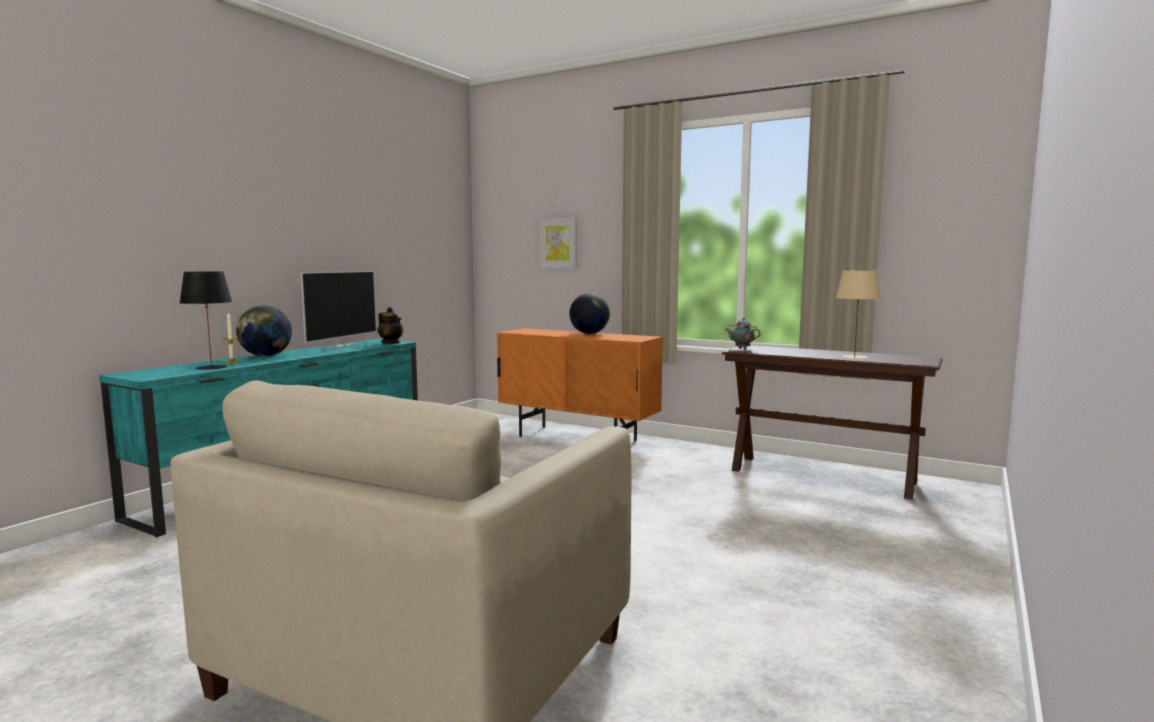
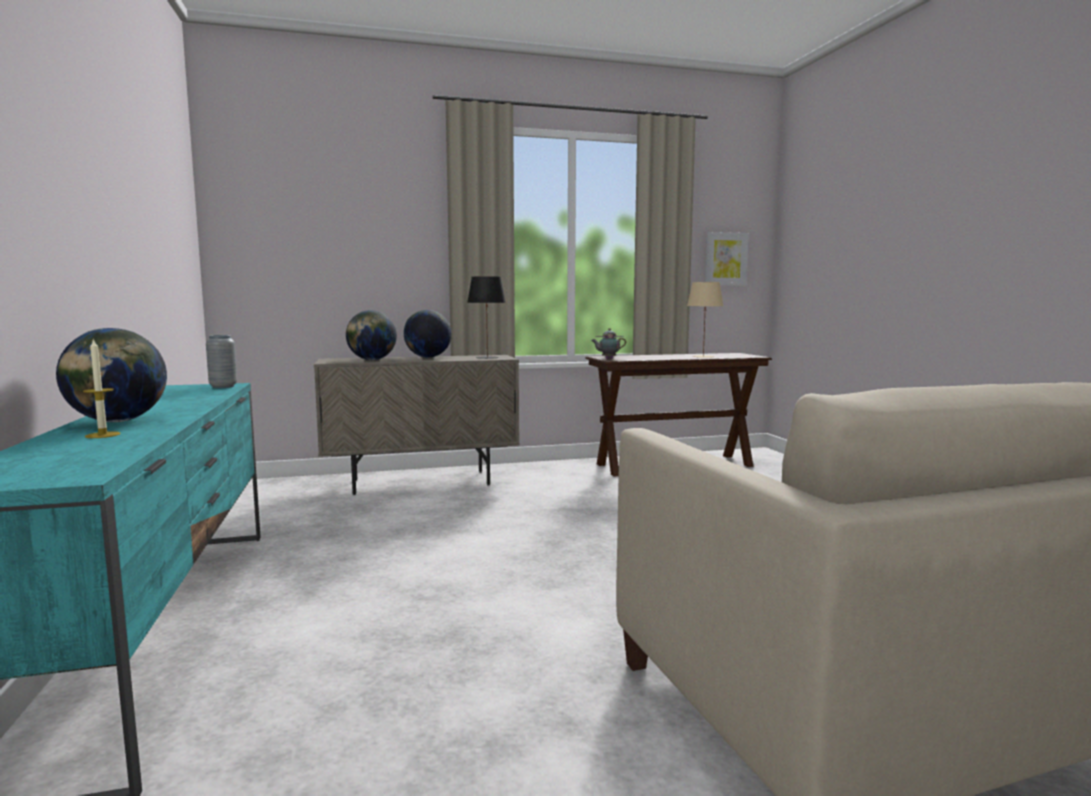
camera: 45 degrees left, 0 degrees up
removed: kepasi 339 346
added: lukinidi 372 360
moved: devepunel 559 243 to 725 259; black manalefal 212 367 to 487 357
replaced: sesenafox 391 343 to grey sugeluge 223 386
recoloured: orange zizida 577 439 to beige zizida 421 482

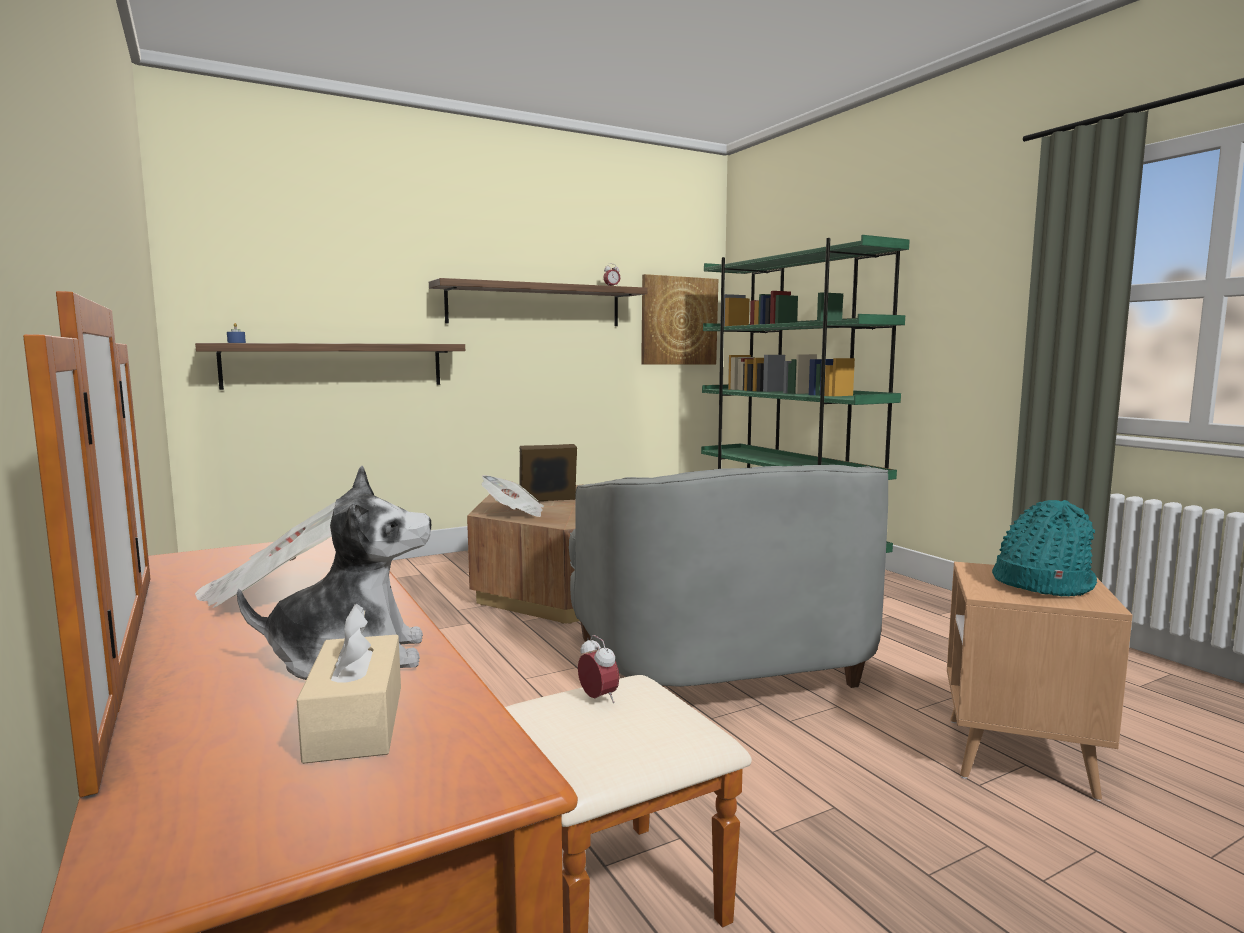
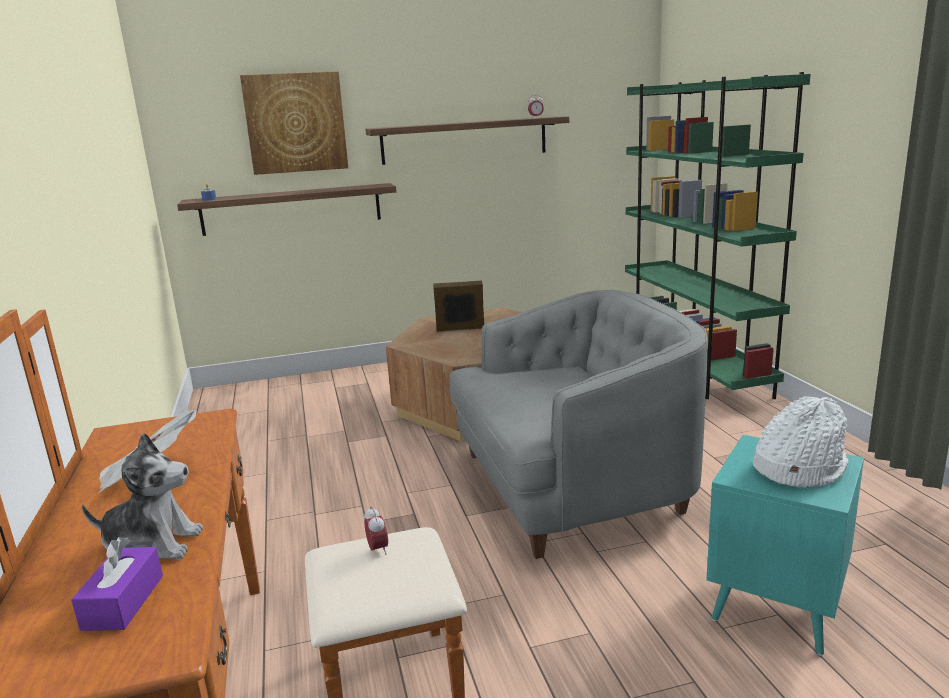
camera: 15 degrees right, 10 degrees up
removed: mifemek 514 513
moved: devepunel 678 321 to 295 123
recoloured: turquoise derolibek 1041 583 to white derolibek 798 468; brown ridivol 1018 757 to turquoise ridivol 776 606; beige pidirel 356 722 to purple pidirel 123 602
turned: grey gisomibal 719 659 = 570 485 105 degrees counterclockwise

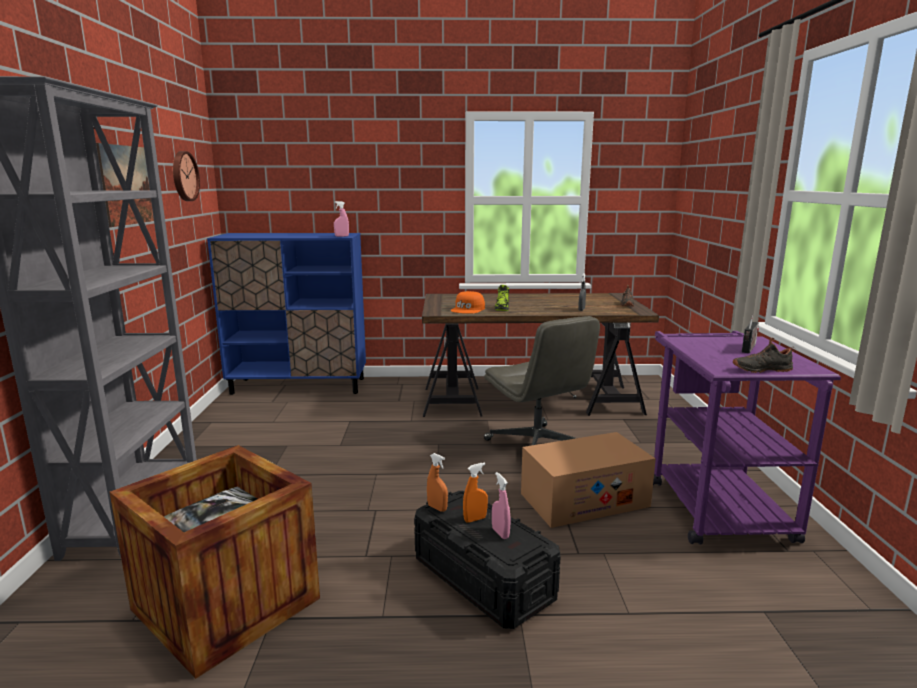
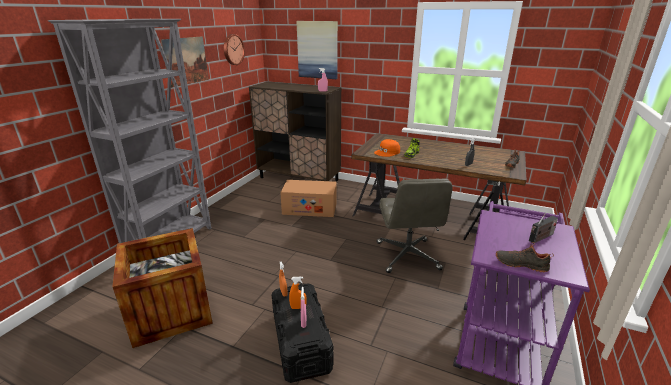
camera: 25 degrees right, 10 degrees up
added: devepunel 318 50
moved: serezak 584 500 to 310 208
recoloured: blue zizida 299 386 to brown zizida 299 179

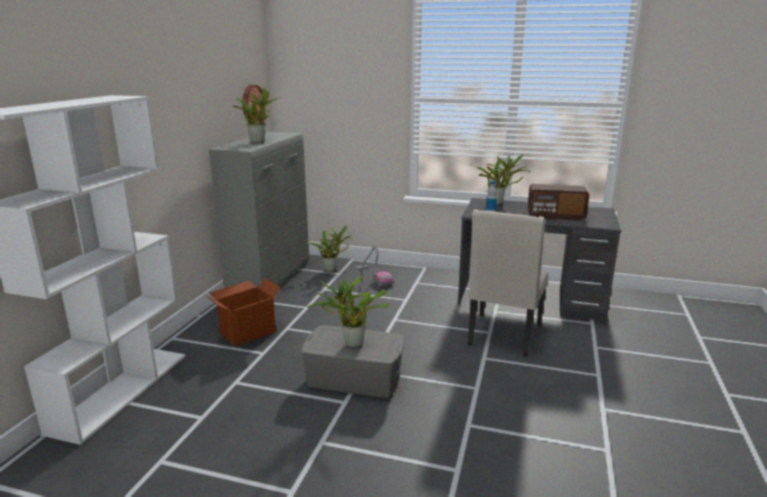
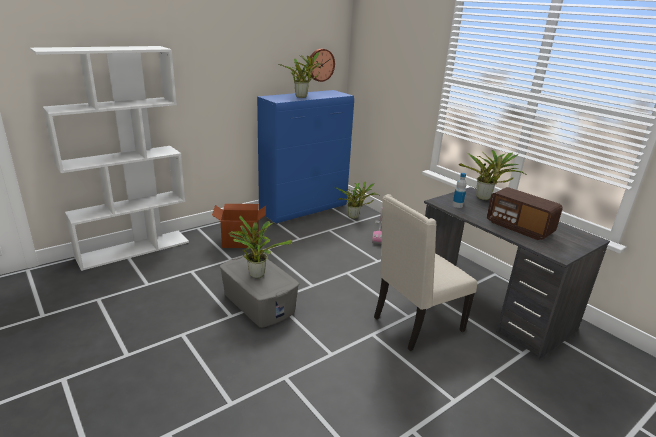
camera: 35 degrees right, 5 degrees up
recoloured: grey zizida 270 279 to blue zizida 304 209

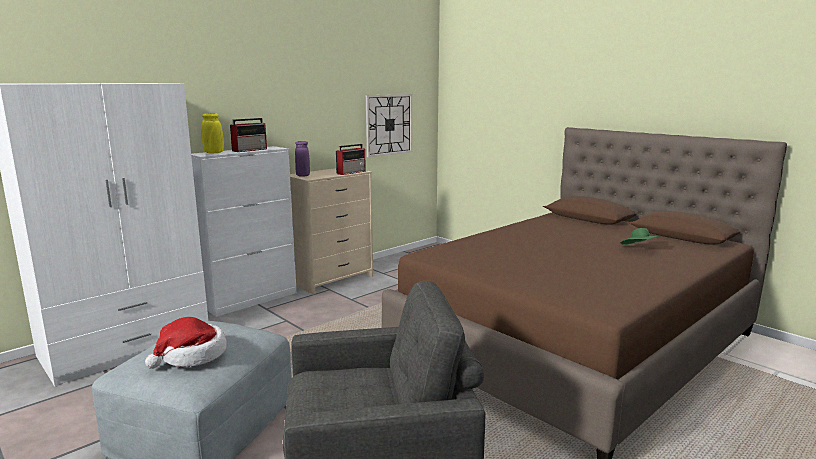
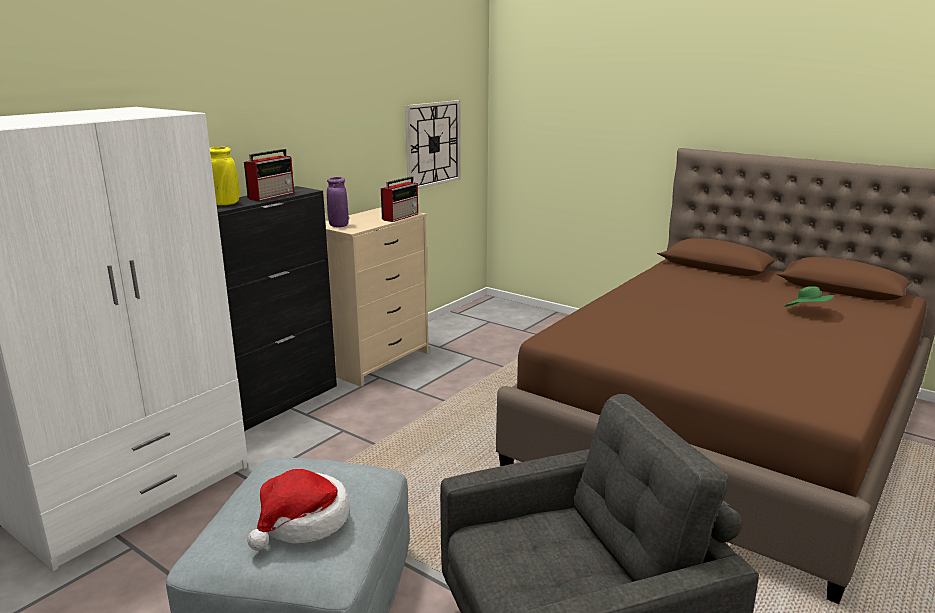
camera: 10 degrees left, 5 degrees up
recoloured: white zizida 252 300 to black zizida 280 402

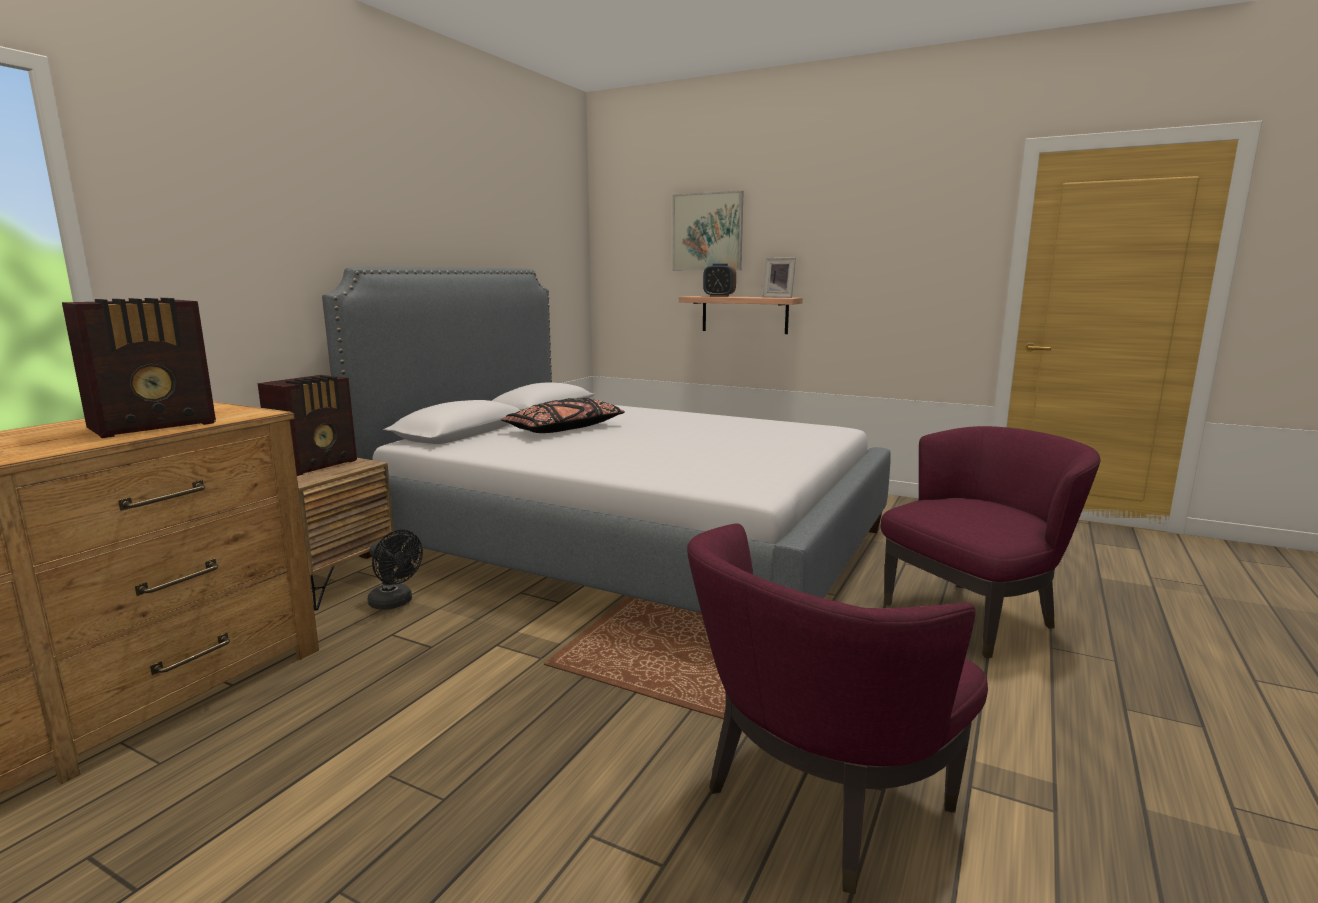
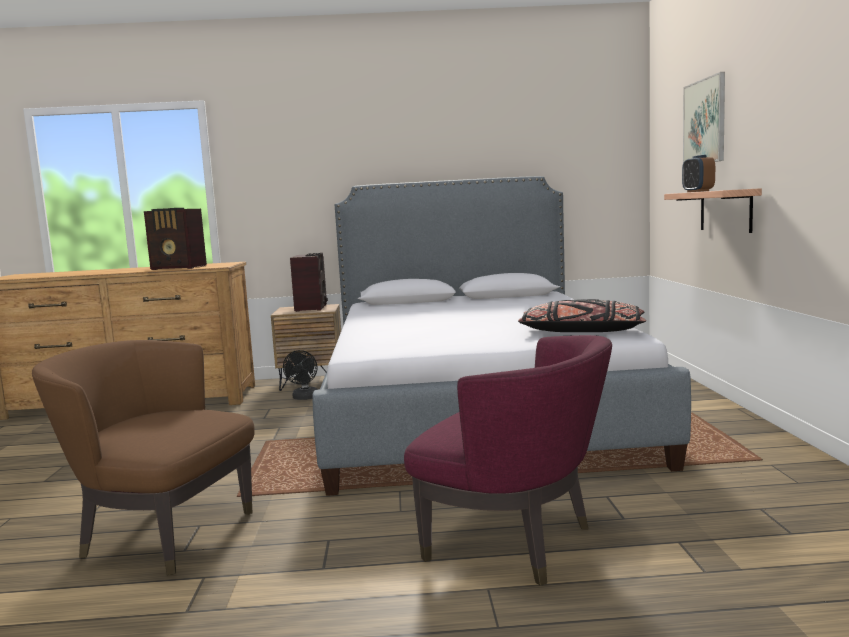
camera: 60 degrees right, 5 degrees down
removed: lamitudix 779 297
moved: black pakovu 564 429 to 581 331
recoloured: purple gisomibal 819 801 to brown gisomibal 162 535
turned: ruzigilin 316 465 = 312 307 90 degrees counterclockwise

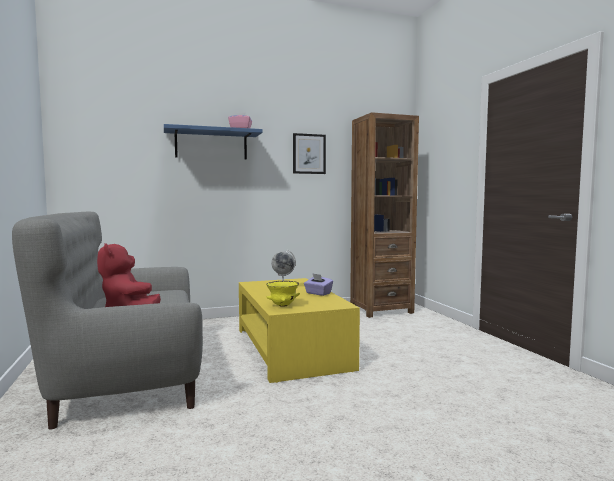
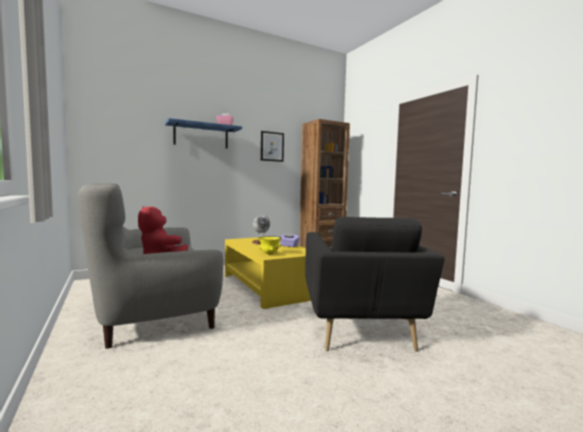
camera: 10 degrees left, 0 degrees up
added: black gisomibal 358 328

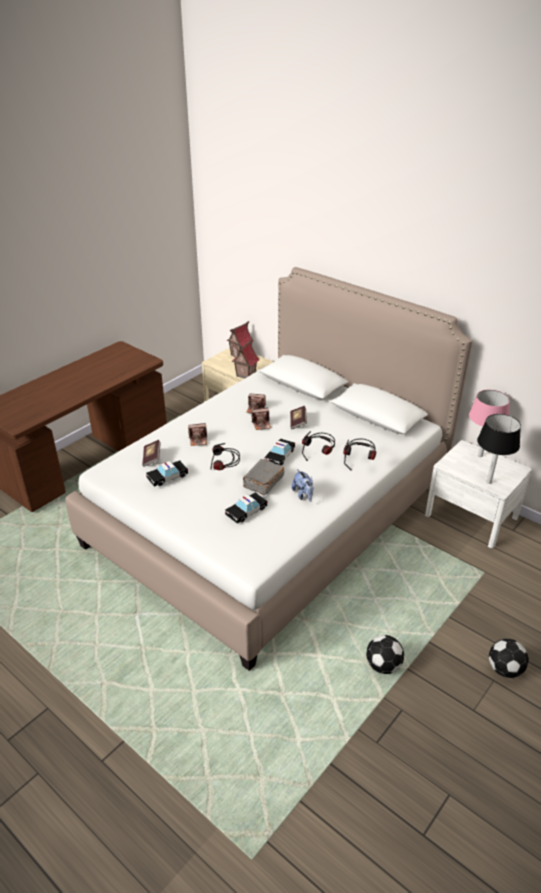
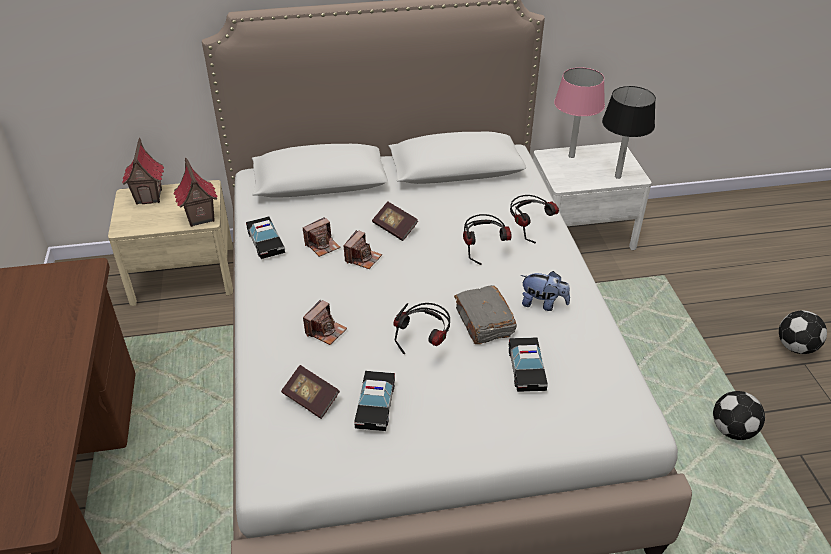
camera: 50 degrees left, 5 degrees up
moved: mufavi 279 456 to 266 243

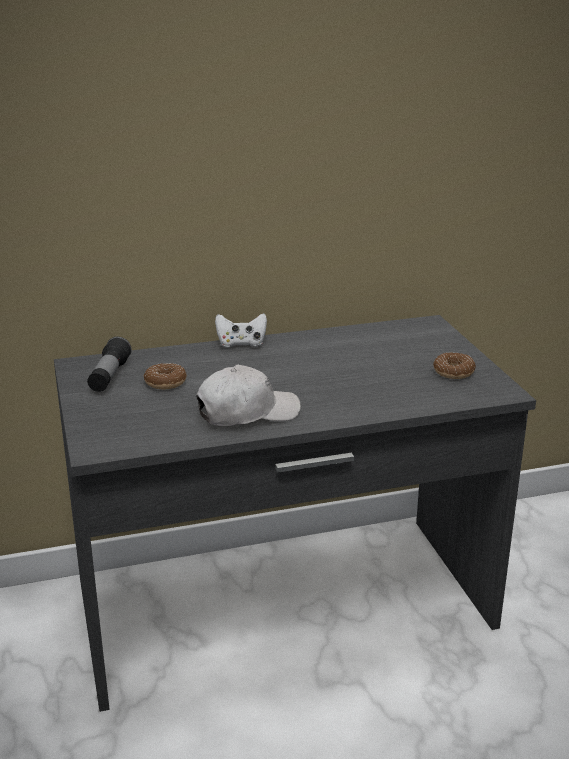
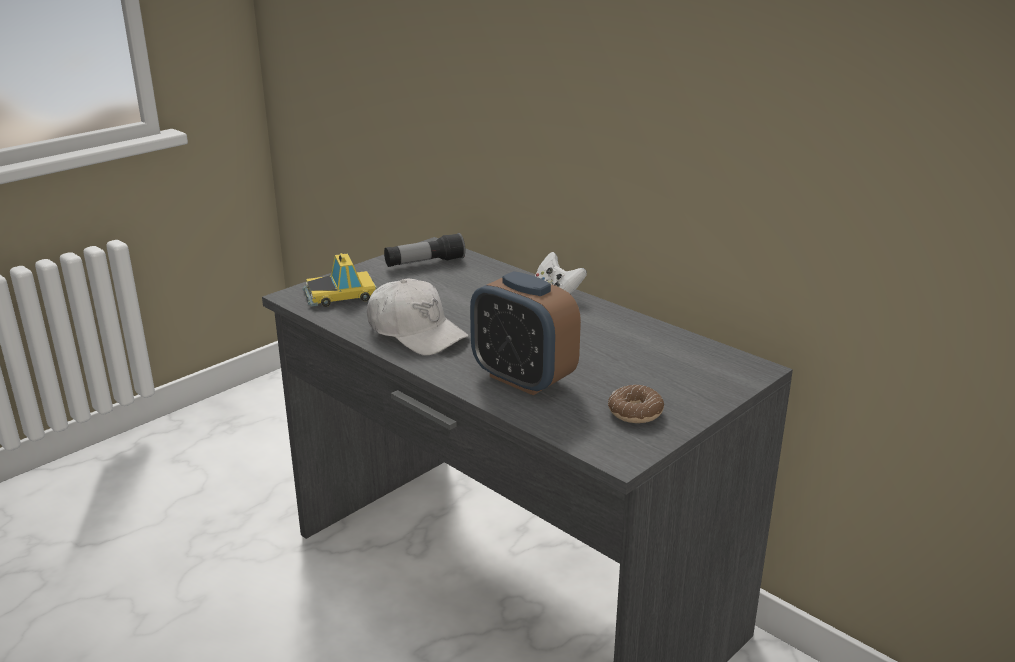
camera: 60 degrees right, 0 degrees up
removed: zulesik 165 382
added: mufavi 341 294; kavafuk 523 379

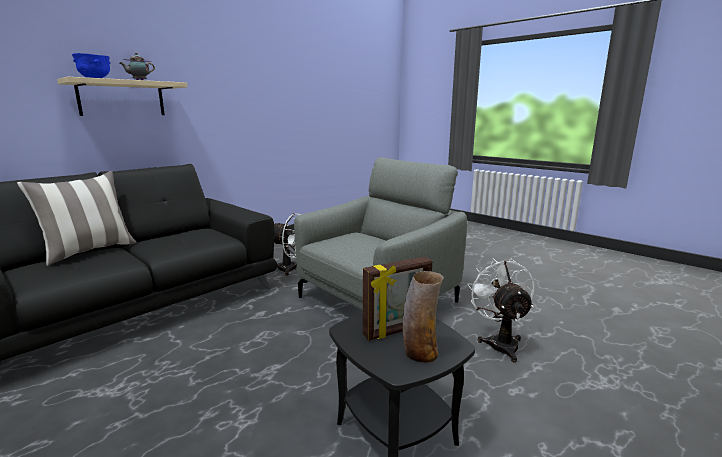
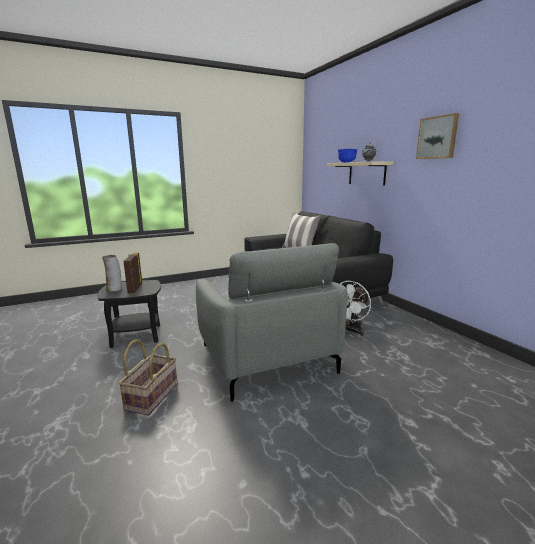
camera: 110 degrees right, 0 degrees up
added: devepunel 437 137
replaced: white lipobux 500 342 to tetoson 151 396

